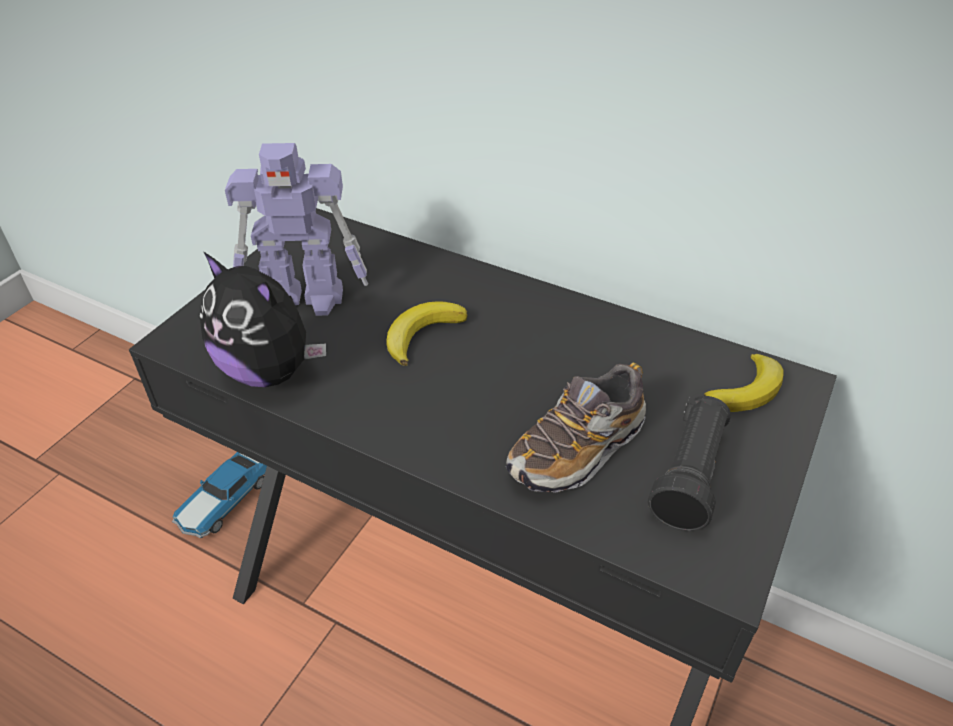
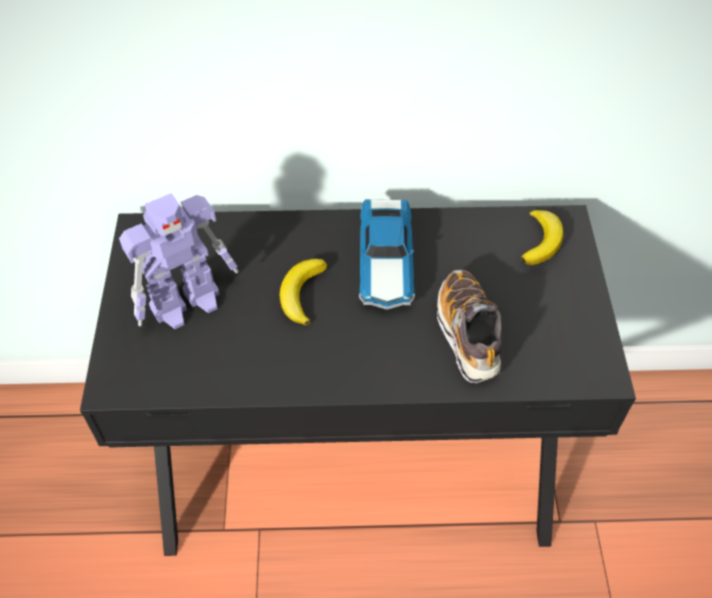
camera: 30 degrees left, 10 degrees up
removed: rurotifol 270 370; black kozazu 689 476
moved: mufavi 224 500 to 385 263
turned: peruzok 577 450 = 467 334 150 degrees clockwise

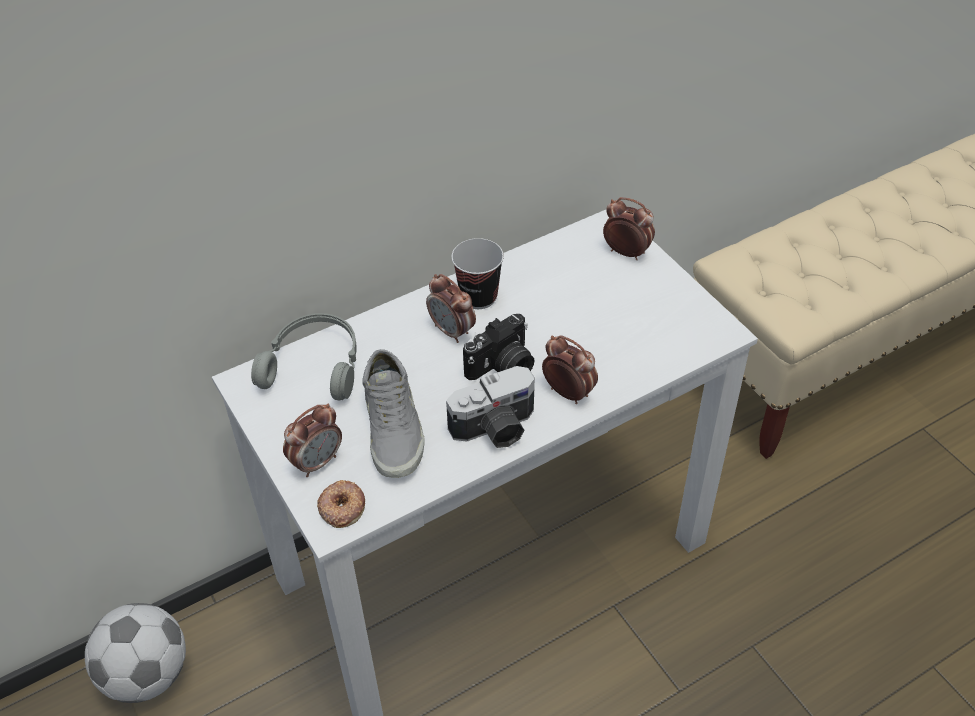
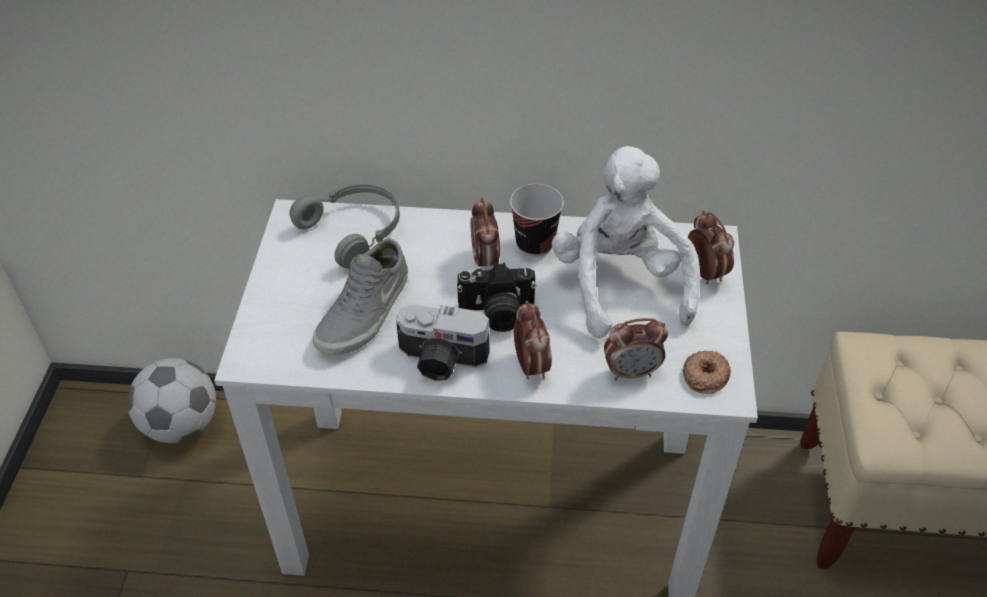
camera: 35 degrees right, 0 degrees up
added: white rurotifol 620 284
moved: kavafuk 317 462 to 631 372; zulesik 341 507 to 705 375

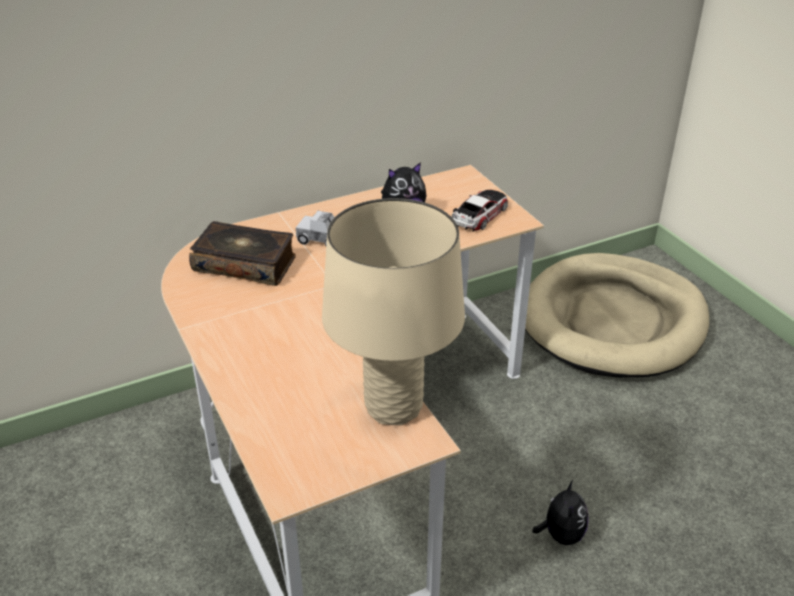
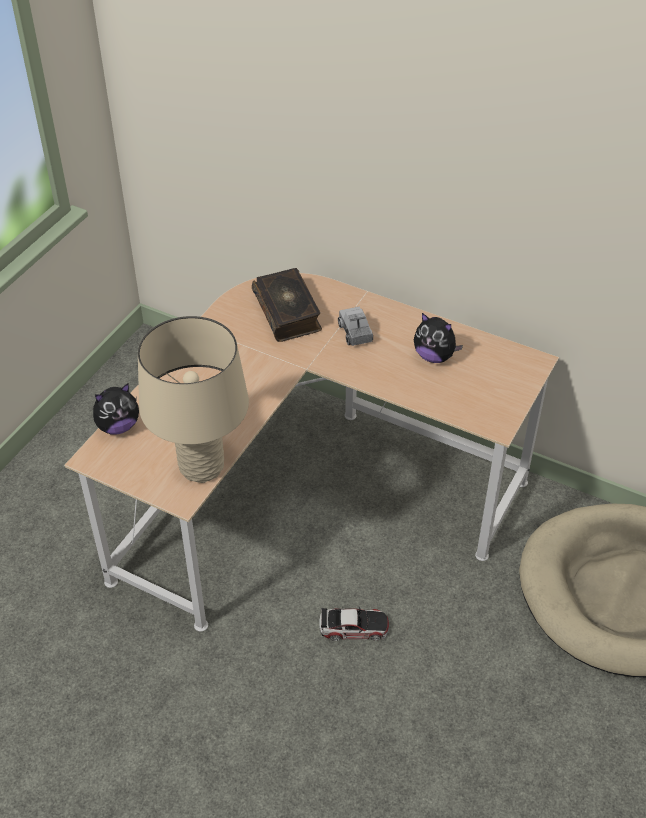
camera: 55 degrees right, 10 degrees up
moved: mufavi 480 215 to 354 627; rurotifol 560 535 to 118 426

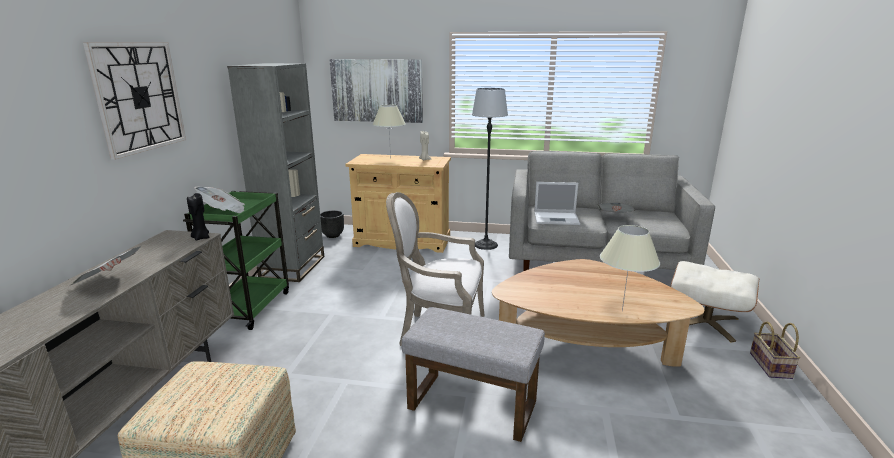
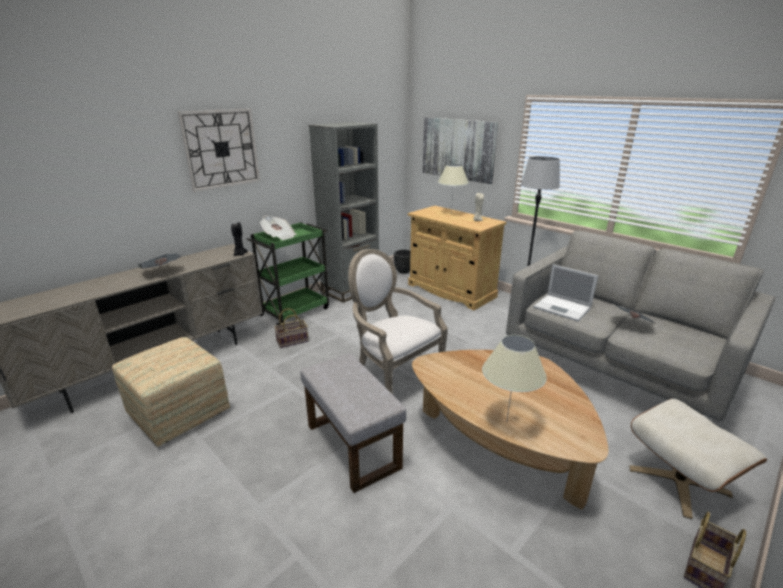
camera: 35 degrees right, 5 degrees up
added: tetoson 293 340

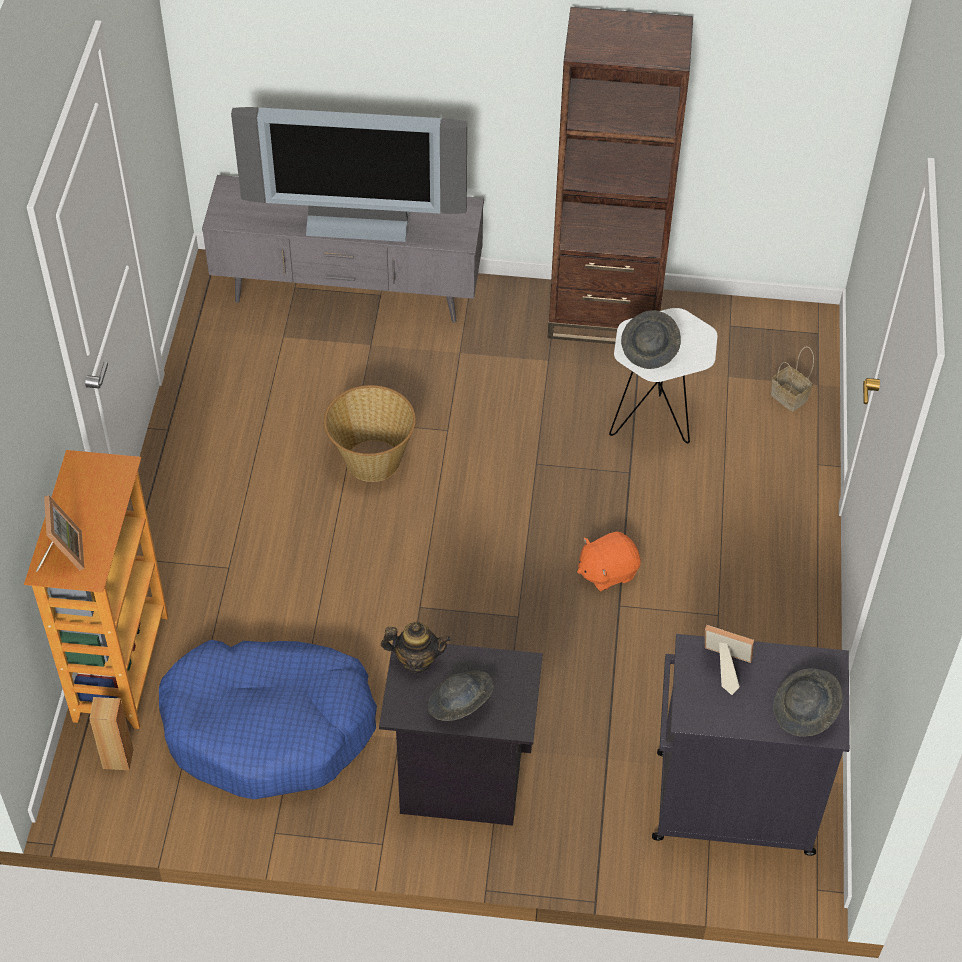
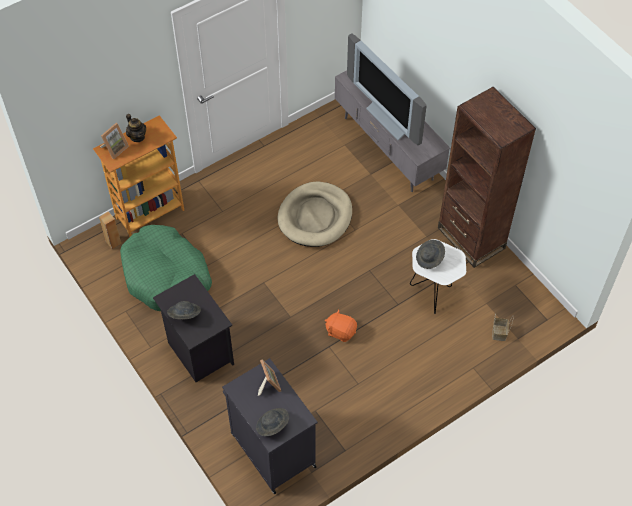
camera: 50 degrees right, 5 degrees up
moved: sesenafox 416 660 to 137 137
replaced: tetoson 372 460 to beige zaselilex 315 216
recoloured: blue zaselilex 269 728 to green zaselilex 166 276

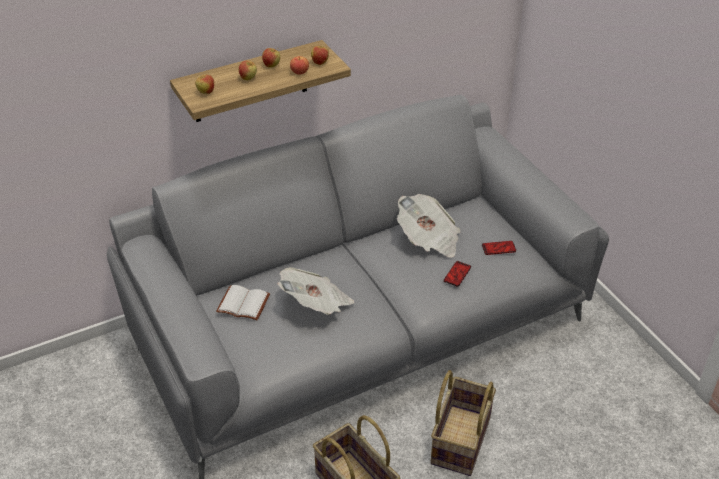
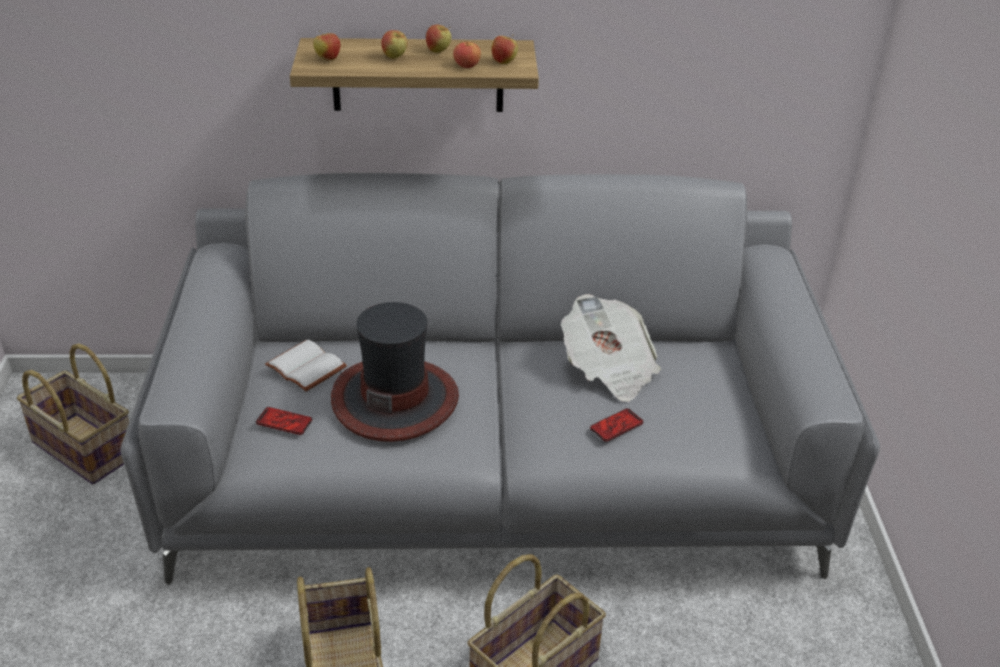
camera: 25 degrees right, 5 degrees down
added: tetoson 82 450
moved: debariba 498 248 to 284 422
replaced: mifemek 316 305 to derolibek 395 399

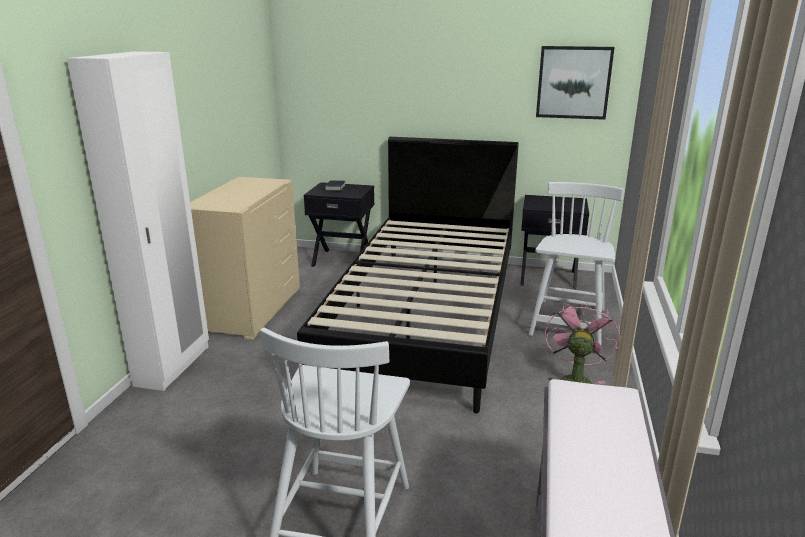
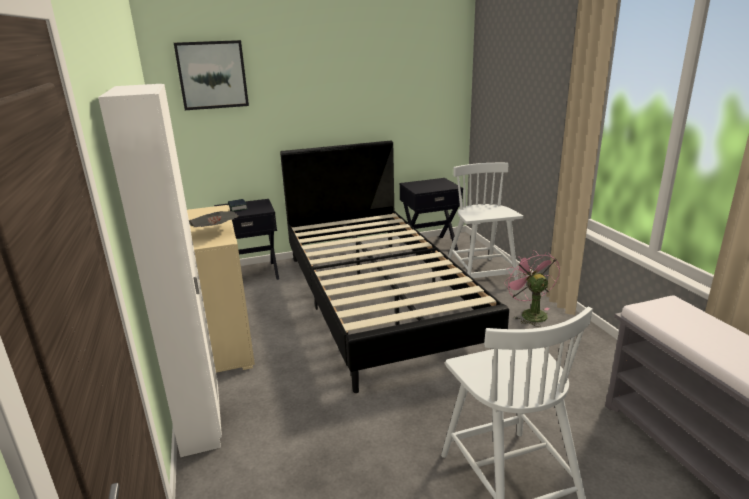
camera: 30 degrees left, 0 degrees up
added: mifemek 215 232
moved: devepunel 573 82 to 212 75

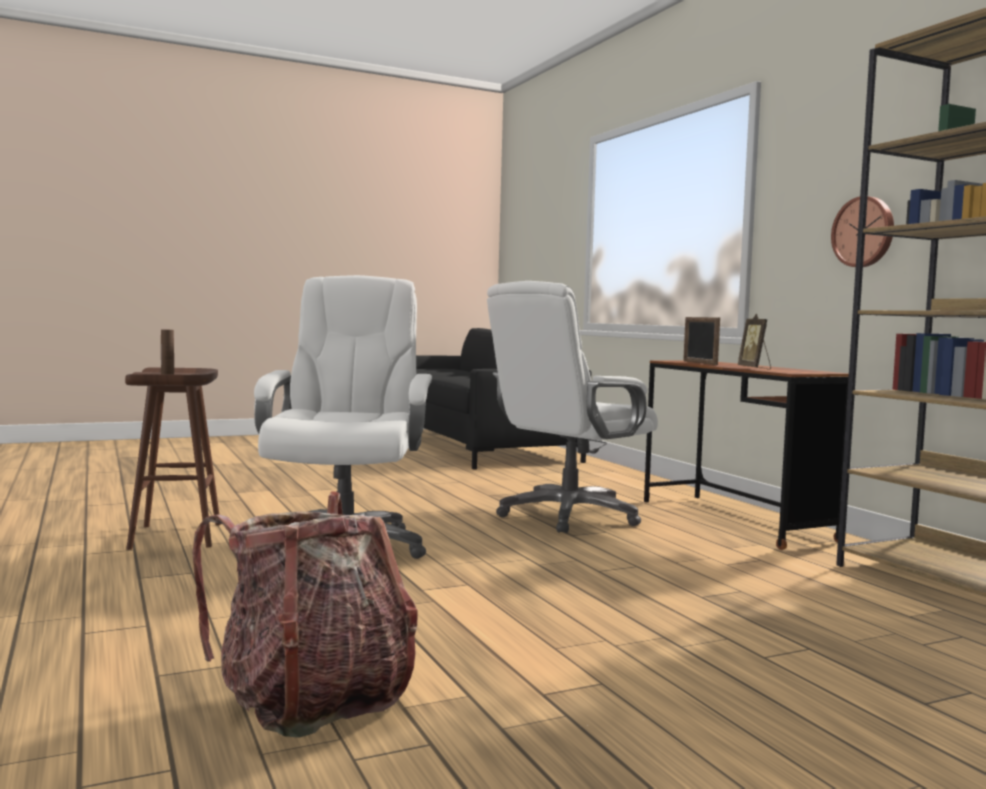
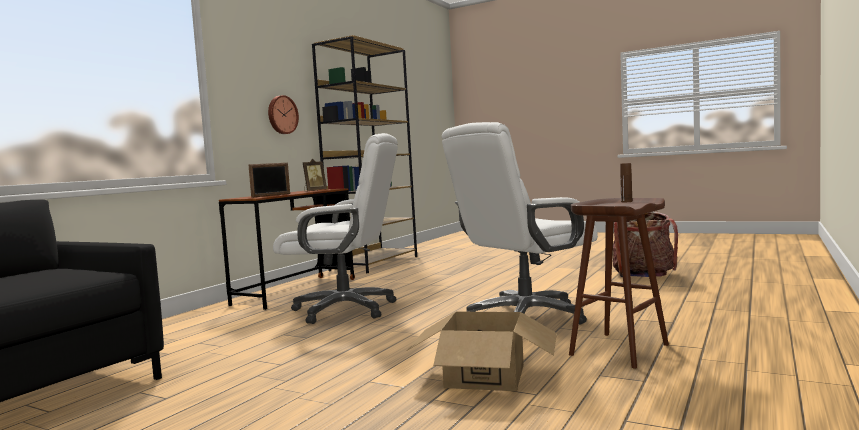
camera: 125 degrees left, 0 degrees up
added: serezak 484 376

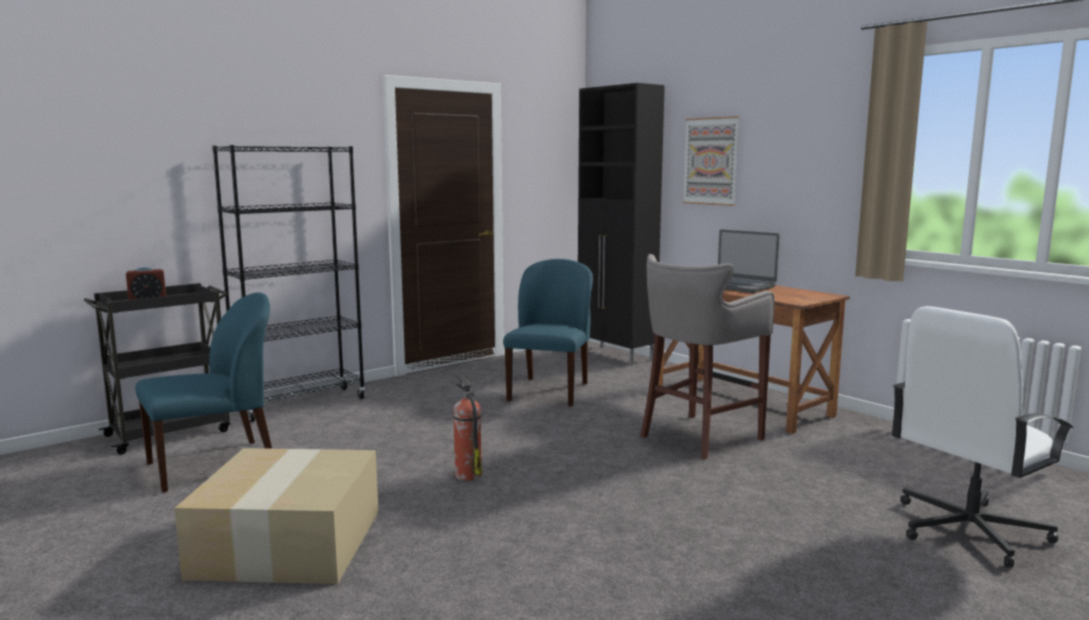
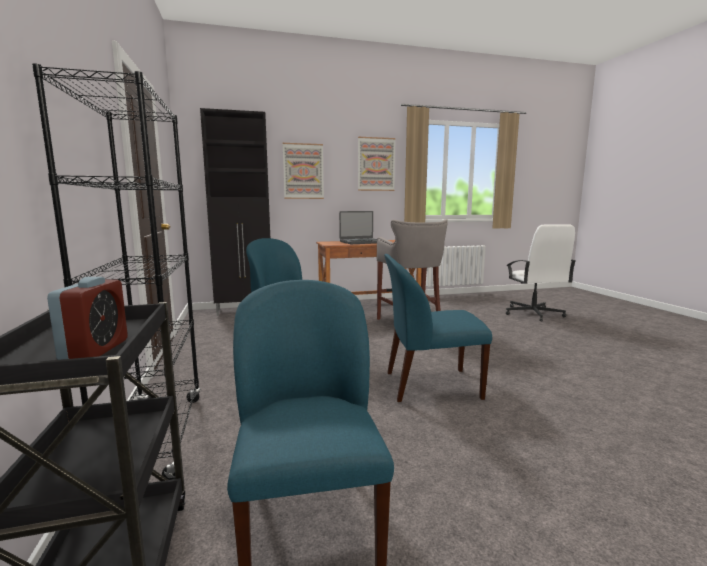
camera: 65 degrees left, 0 degrees up
removed: serezak 287 541
added: devepunel 376 164
replaced: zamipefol 467 474 to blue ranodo 429 385

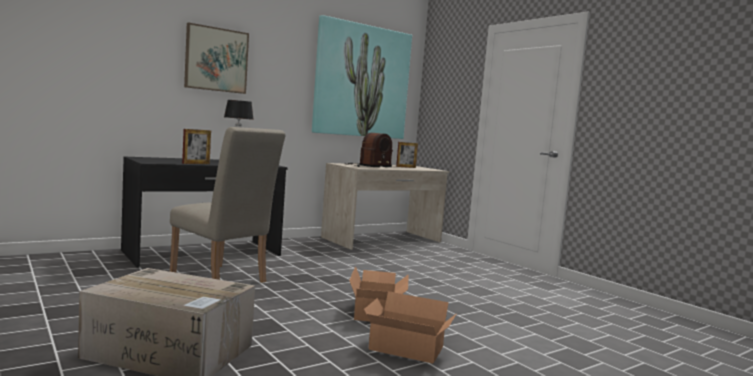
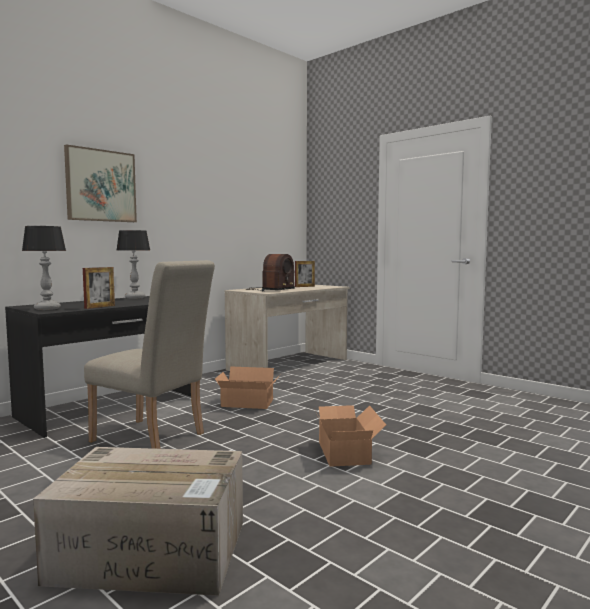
camera: 10 degrees left, 0 degrees up
removed: devepunel 361 81
added: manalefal 47 309
moved: serezak 407 349 to 248 404

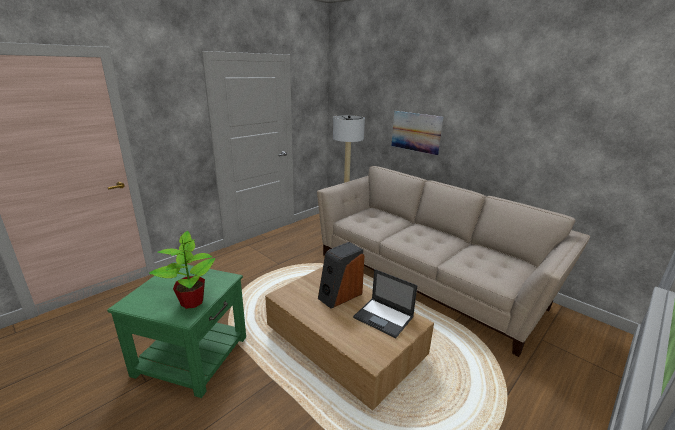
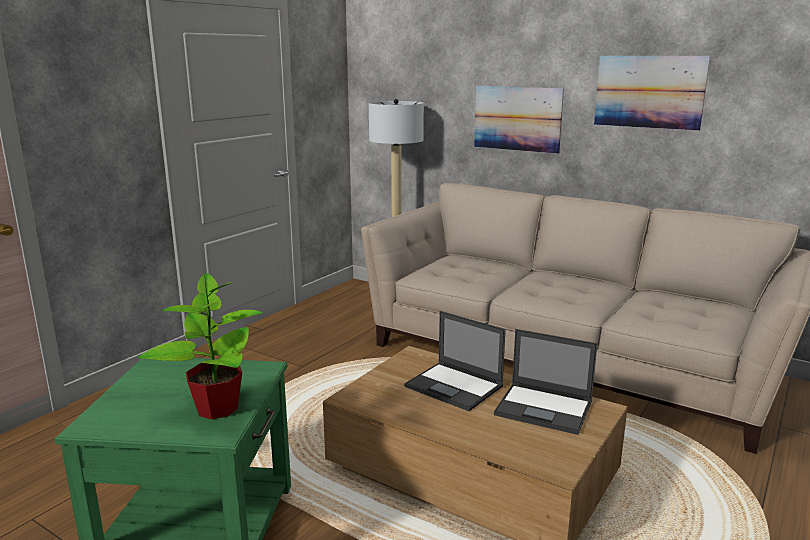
camera: 10 degrees left, 5 degrees down
added: devepunel 649 92
replaced: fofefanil 340 295 to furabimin 455 386

